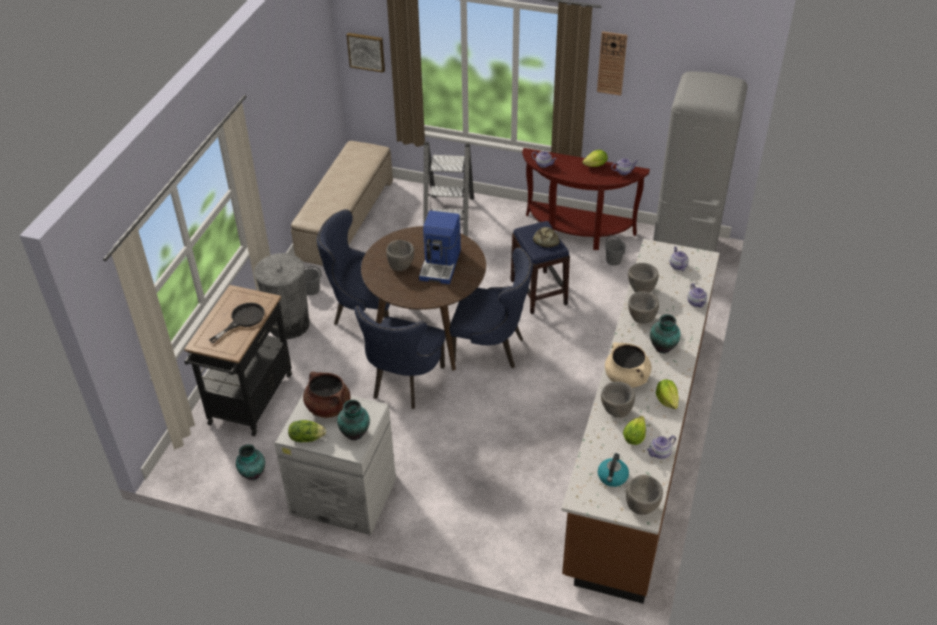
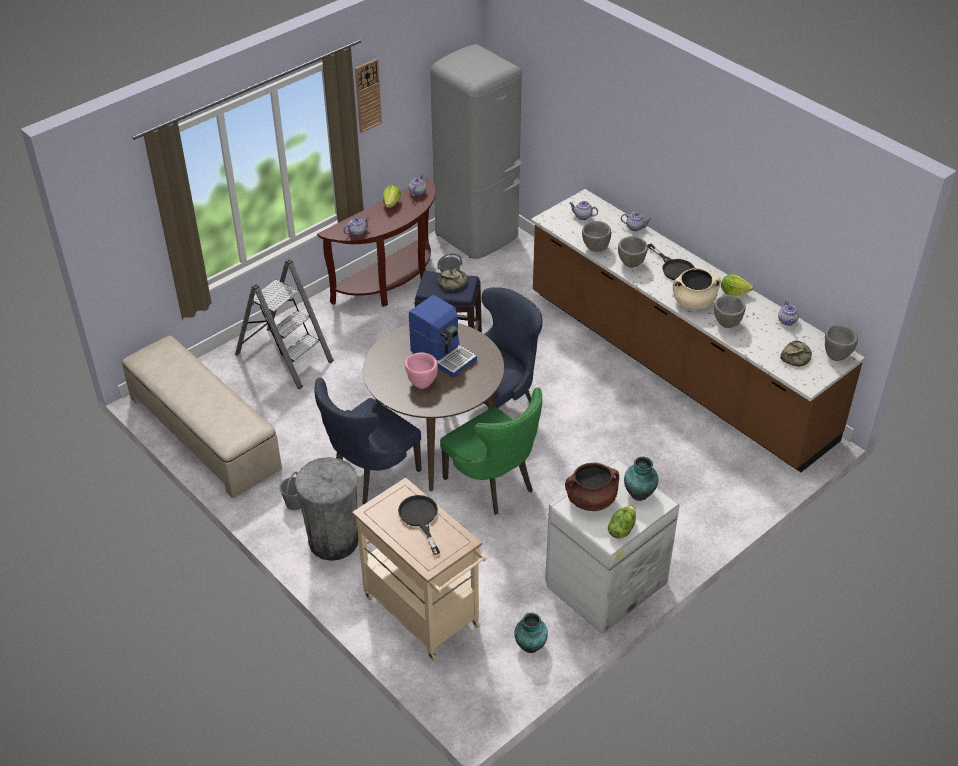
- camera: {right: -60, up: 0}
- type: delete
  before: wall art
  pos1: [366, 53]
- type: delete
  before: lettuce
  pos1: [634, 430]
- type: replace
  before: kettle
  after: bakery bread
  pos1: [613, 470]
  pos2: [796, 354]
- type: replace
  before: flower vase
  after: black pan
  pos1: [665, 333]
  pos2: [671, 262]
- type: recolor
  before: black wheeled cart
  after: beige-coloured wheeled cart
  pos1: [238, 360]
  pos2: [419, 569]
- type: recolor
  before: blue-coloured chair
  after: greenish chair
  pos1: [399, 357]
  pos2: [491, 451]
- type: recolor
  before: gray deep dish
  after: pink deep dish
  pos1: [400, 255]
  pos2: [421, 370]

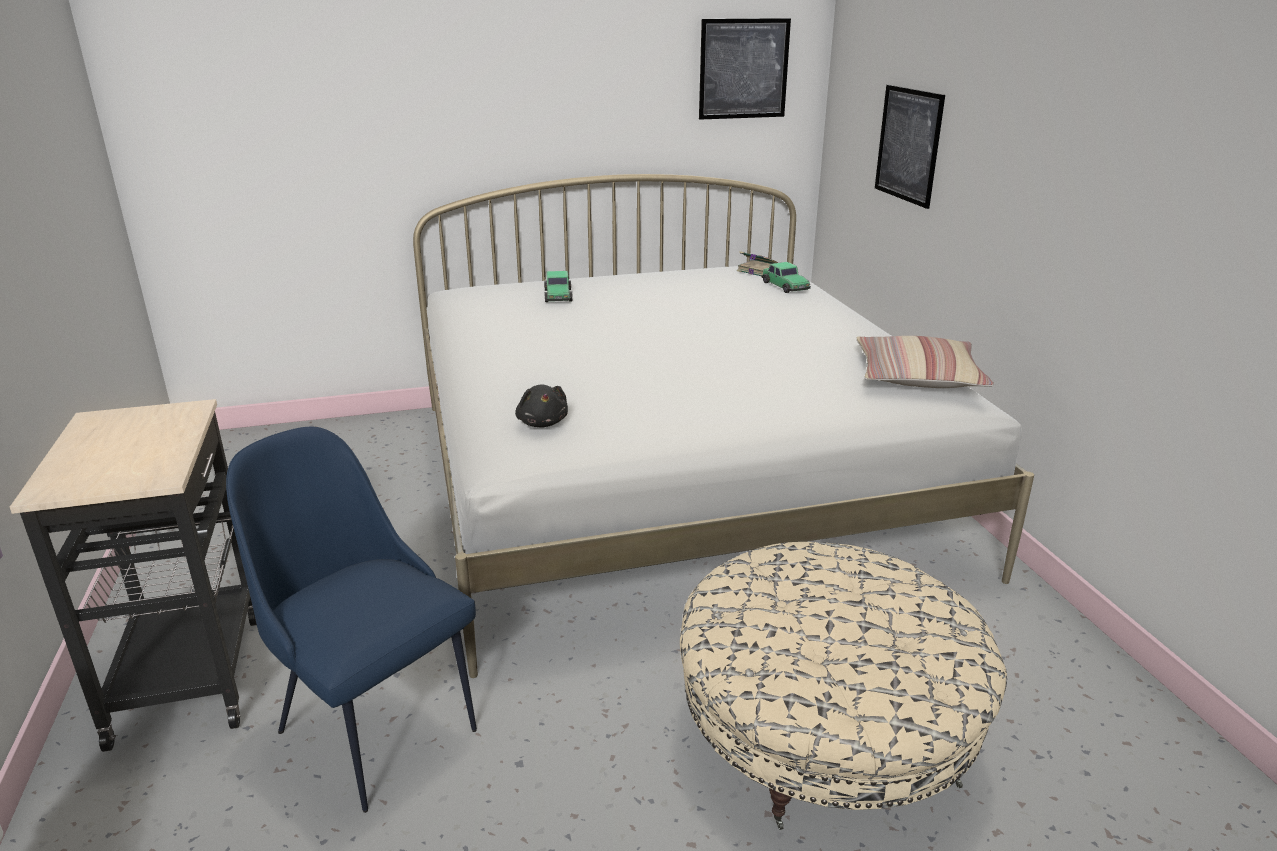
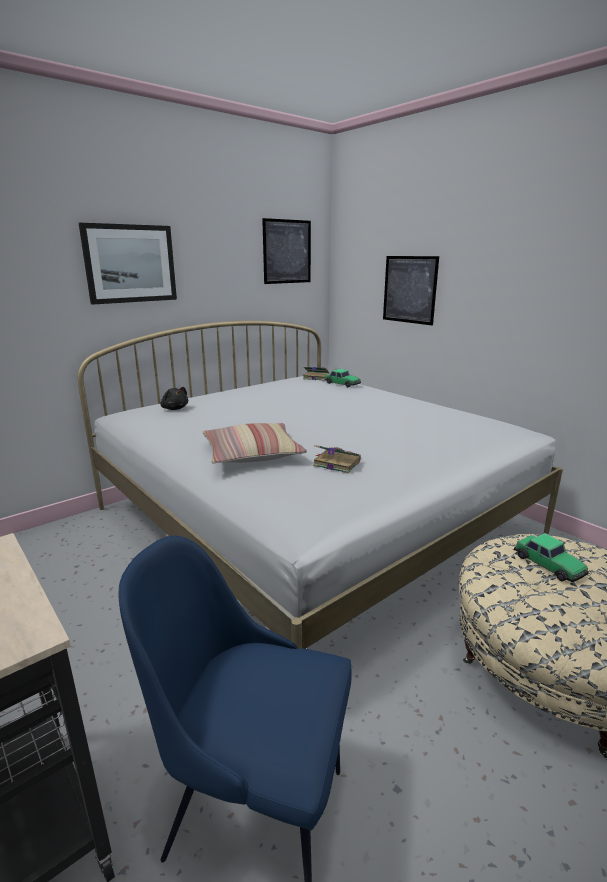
- camera: {right: -25, up: -5}
- type: insert
  after: wall art
  pos2: [128, 264]
- type: insert
  after: volume
  pos2: [337, 459]
- type: move
  before: black cuddly toy
  pos1: [541, 406]
  pos2: [174, 398]
- type: move
  before: toy car
  pos1: [558, 286]
  pos2: [551, 557]
- type: move
  before: cushion
  pos1: [925, 362]
  pos2: [255, 443]

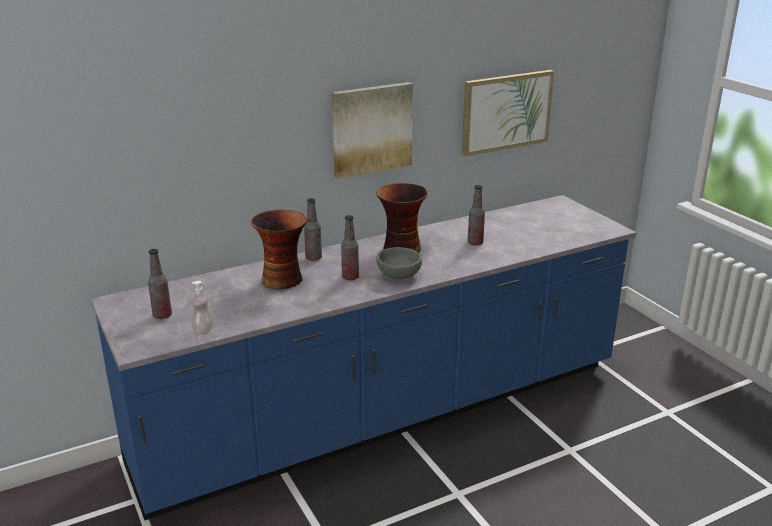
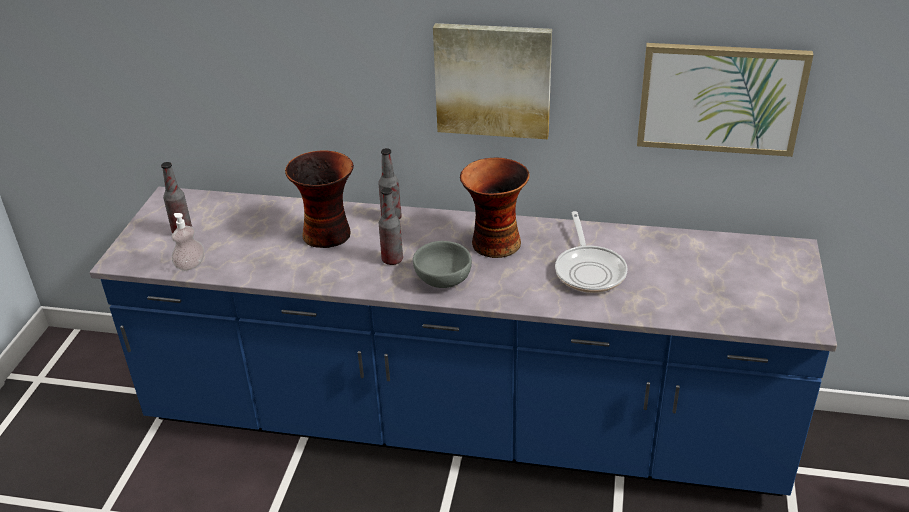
- camera: {right: 40, up: 10}
- type: replace
  before: beverage bottle
  after: pan
  pos1: [476, 215]
  pos2: [591, 252]

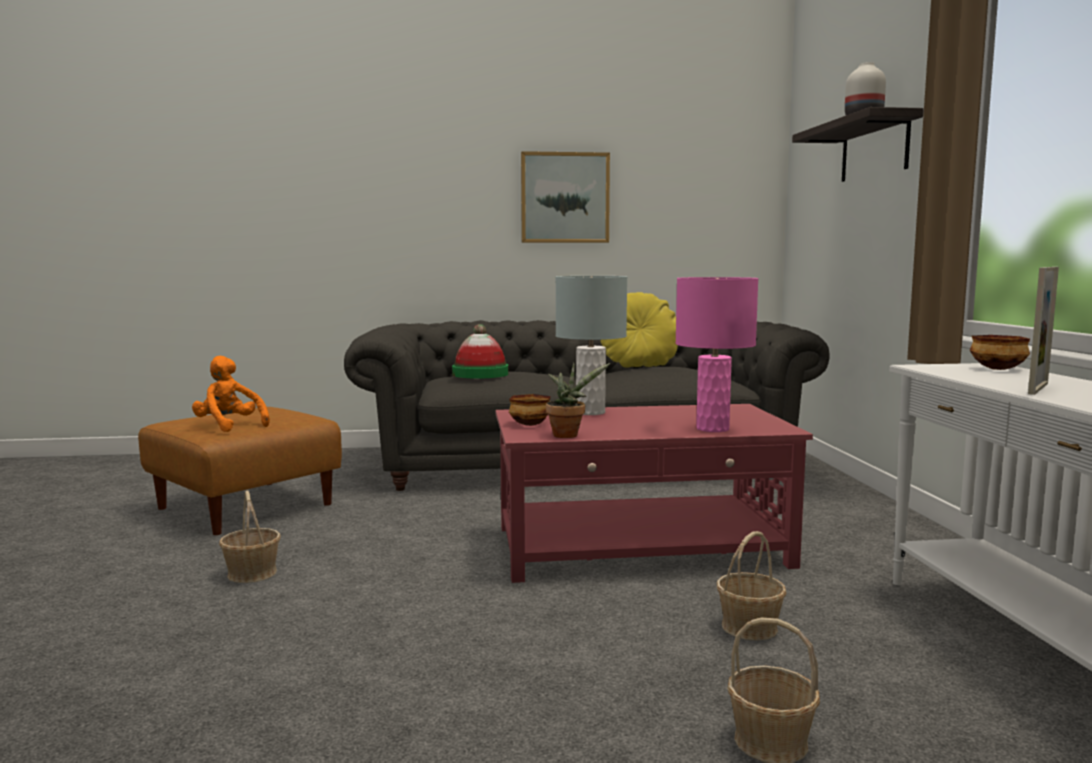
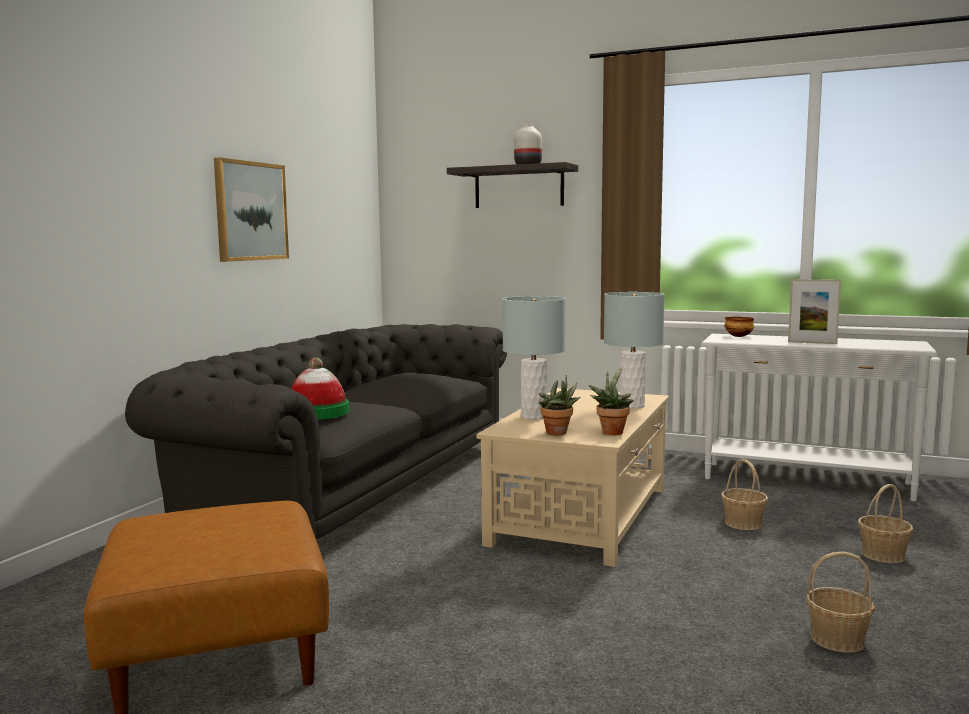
- camera: {right: -60, up: 0}
- type: delete
  before: orange-coloured cuddly toy
  pos1: [231, 394]
- type: delete
  before: yellow-coloured cushion
  pos1: [639, 330]
- type: move
  before: household basket
  pos1: [250, 537]
  pos2: [840, 602]
- type: replace
  before: deep dish
  after: houseplant
  pos1: [530, 410]
  pos2: [560, 405]
- type: recolor
  before: reddish low table
  after: beige-coloured low table
  pos1: [654, 493]
  pos2: [572, 477]
- type: recolor
  before: pink tabletop lamp
  after: gray tabletop lamp
  pos1: [716, 354]
  pos2: [634, 350]
- type: rotate
  before: standing frame
  pos1: [1043, 331]
  pos2: [814, 311]
  turn: 135

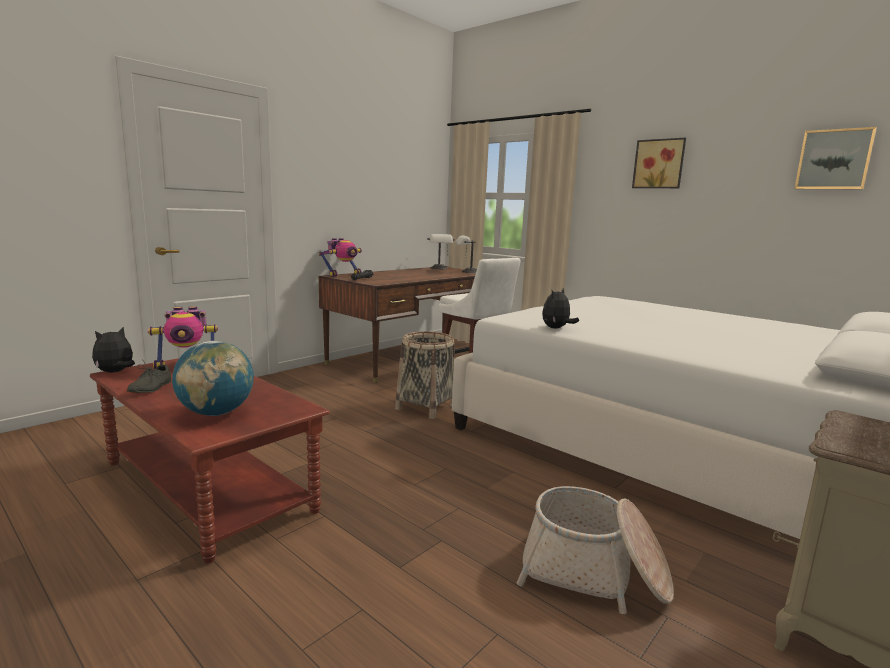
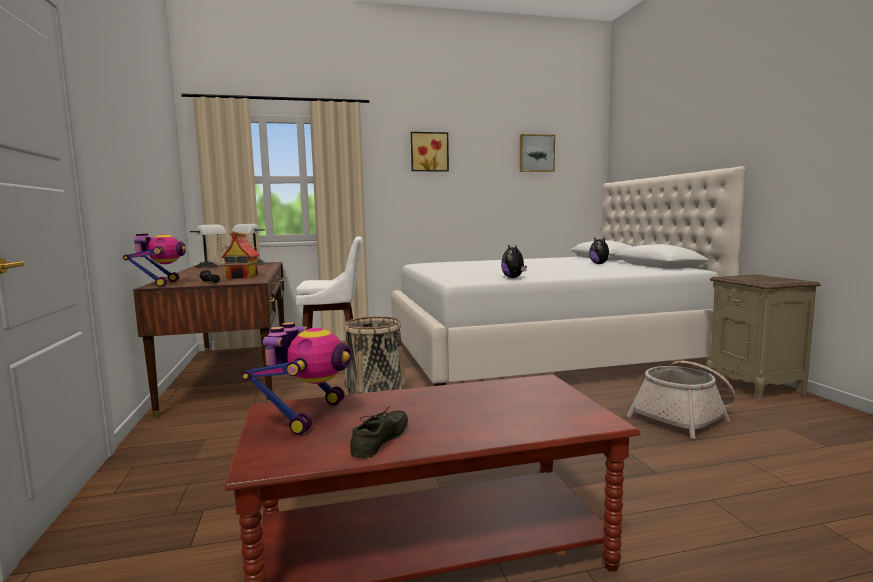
- camera: {right: -55, up: -5}
- type: delete
  before: desk globe
  pos1: [213, 378]
- type: insert
  after: toy house
  pos2: [240, 255]
- type: move
  before: cuddly toy
  pos1: [113, 350]
  pos2: [601, 250]
- type: rotate
  before: gray shoe
  pos1: [149, 376]
  pos2: [379, 432]
  turn: -105

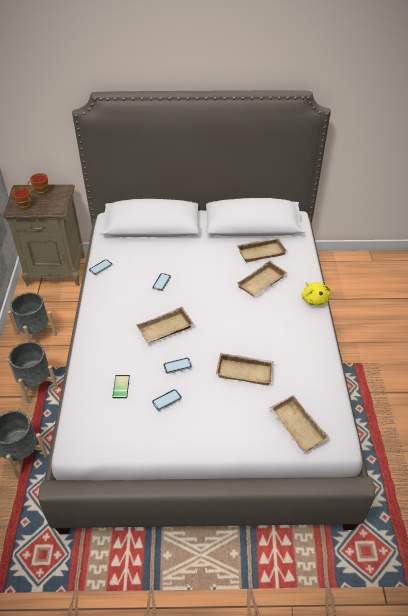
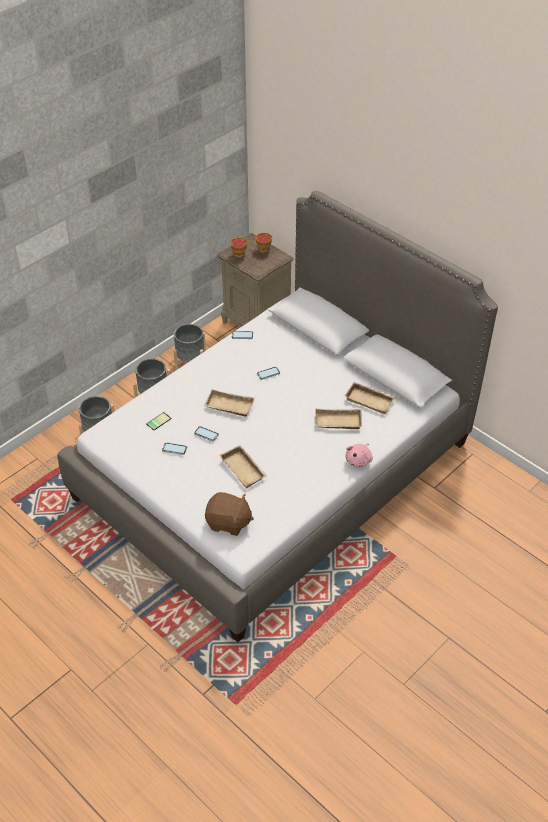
- camera: {right: 45, up: 0}
- type: replace
  before: beige-coloured carrying tray
  after: brownish cuddly toy
  pos1: [299, 423]
  pos2: [229, 514]
- type: recolor
  before: yellow-coloured cuddly toy
  after: pink cuddly toy
  pos1: [316, 293]
  pos2: [359, 455]

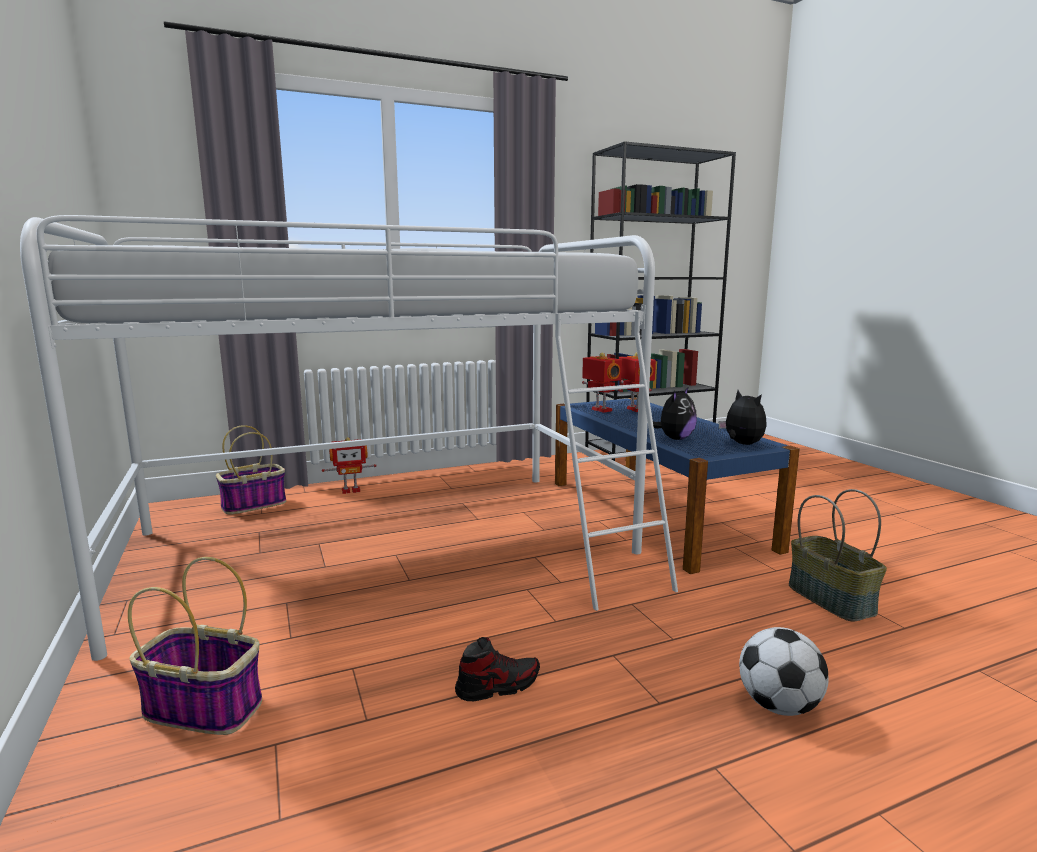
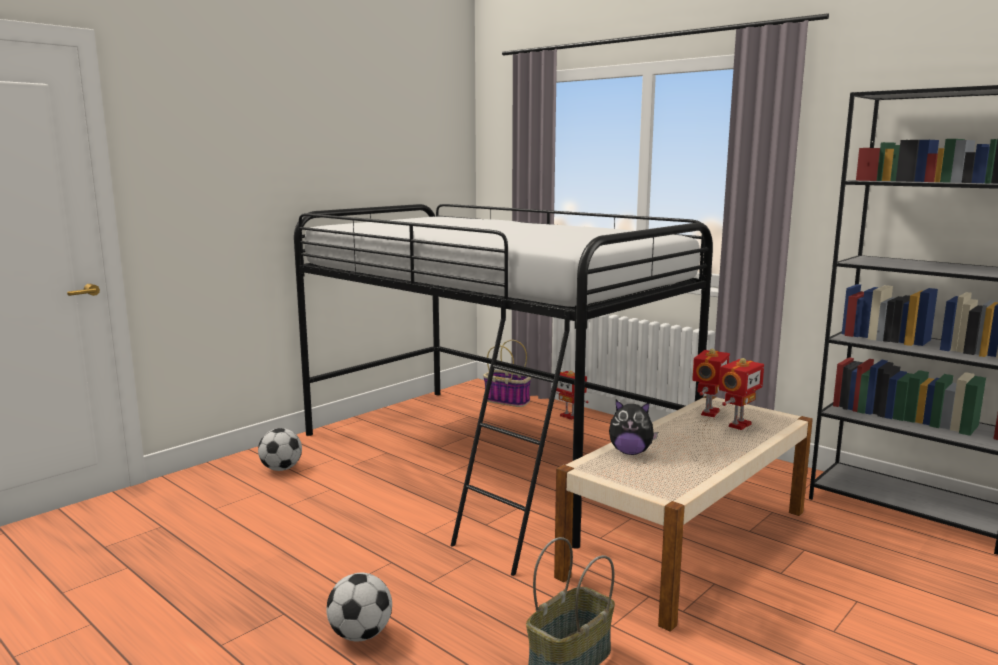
- camera: {right: 65, up: 0}
- type: delete
  before: shoe
  pos1: [497, 669]
- type: delete
  before: cuddly toy
  pos1: [743, 417]
- type: replace
  before: household basket
  after: ball for football
  pos1: [195, 646]
  pos2: [280, 449]
- type: recolor
  before: white bedroom bed
  after: black bedroom bed
  pos1: [349, 438]
  pos2: [503, 390]
- type: recolor
  before: blue-coloured bench
  after: beige-coloured bench
  pos1: [677, 486]
  pos2: [683, 514]

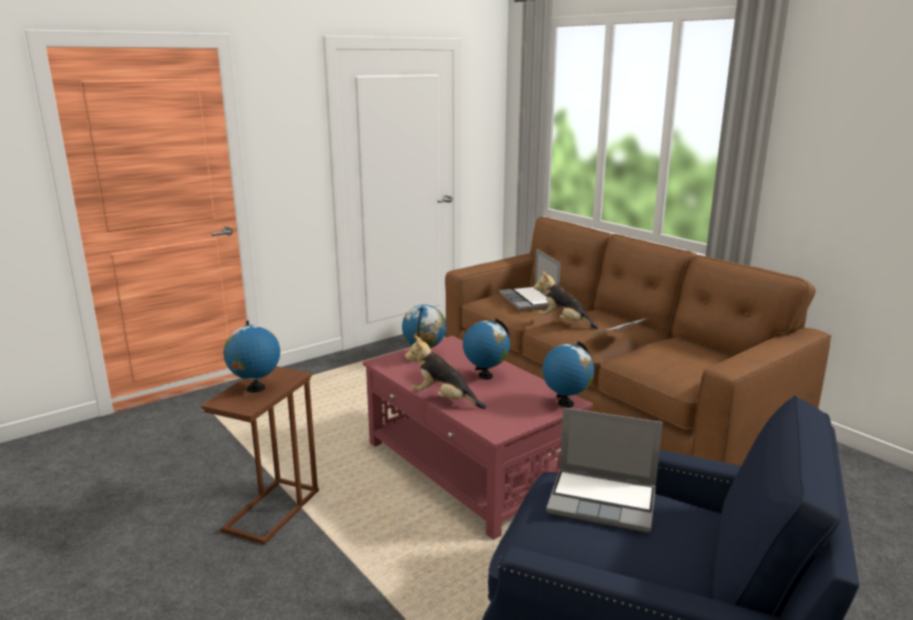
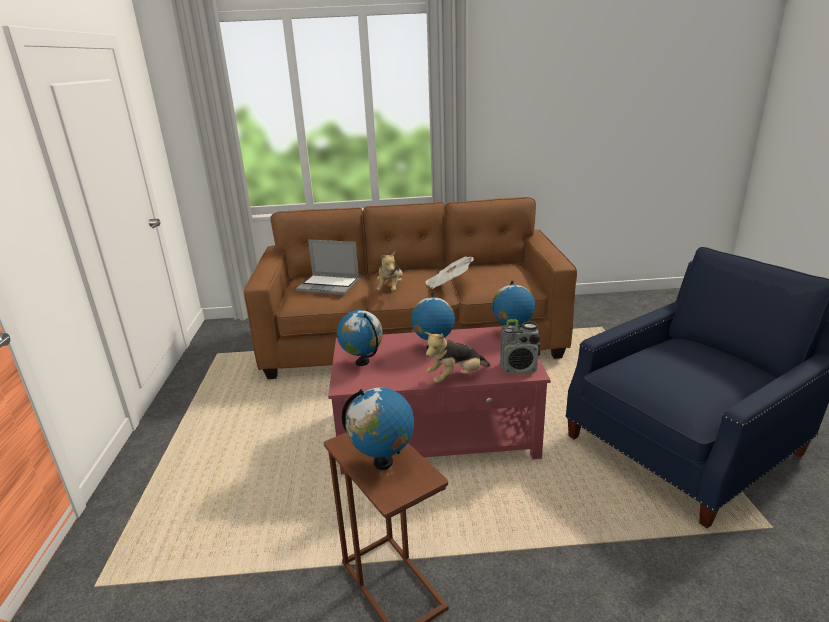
- camera: {right: -55, up: 5}
- type: delete
  before: notebook computer
  pos1: [604, 469]
- type: insert
  after: radio
  pos2: [520, 346]
- type: rotate
  before: cuddly toy
  pos1: [566, 300]
  pos2: [390, 271]
  turn: -60

